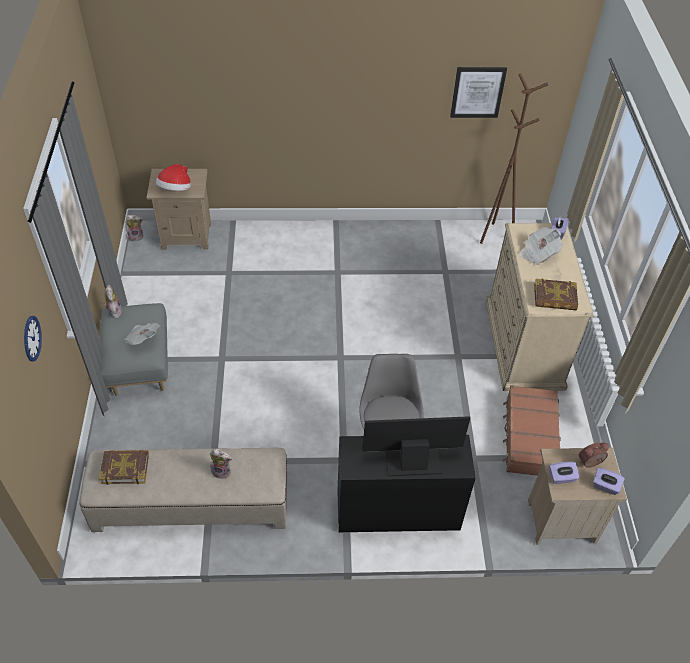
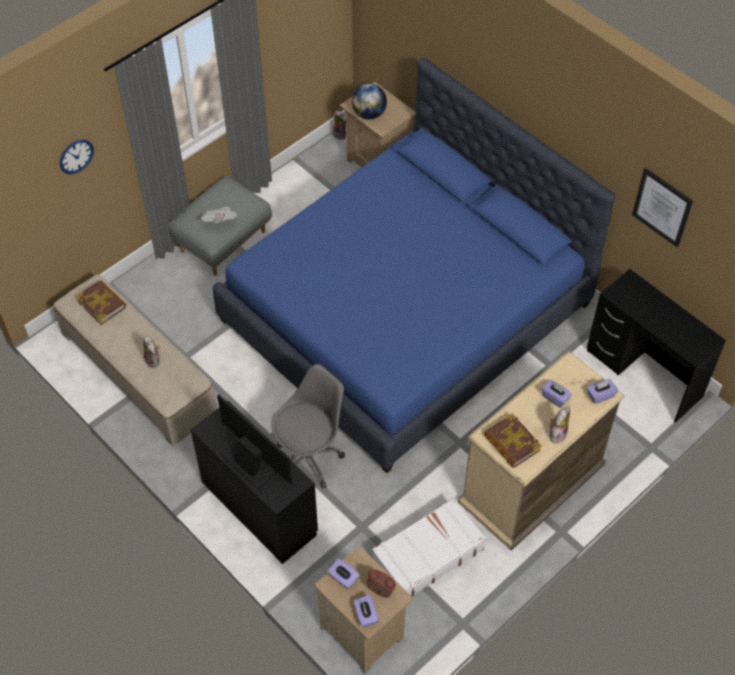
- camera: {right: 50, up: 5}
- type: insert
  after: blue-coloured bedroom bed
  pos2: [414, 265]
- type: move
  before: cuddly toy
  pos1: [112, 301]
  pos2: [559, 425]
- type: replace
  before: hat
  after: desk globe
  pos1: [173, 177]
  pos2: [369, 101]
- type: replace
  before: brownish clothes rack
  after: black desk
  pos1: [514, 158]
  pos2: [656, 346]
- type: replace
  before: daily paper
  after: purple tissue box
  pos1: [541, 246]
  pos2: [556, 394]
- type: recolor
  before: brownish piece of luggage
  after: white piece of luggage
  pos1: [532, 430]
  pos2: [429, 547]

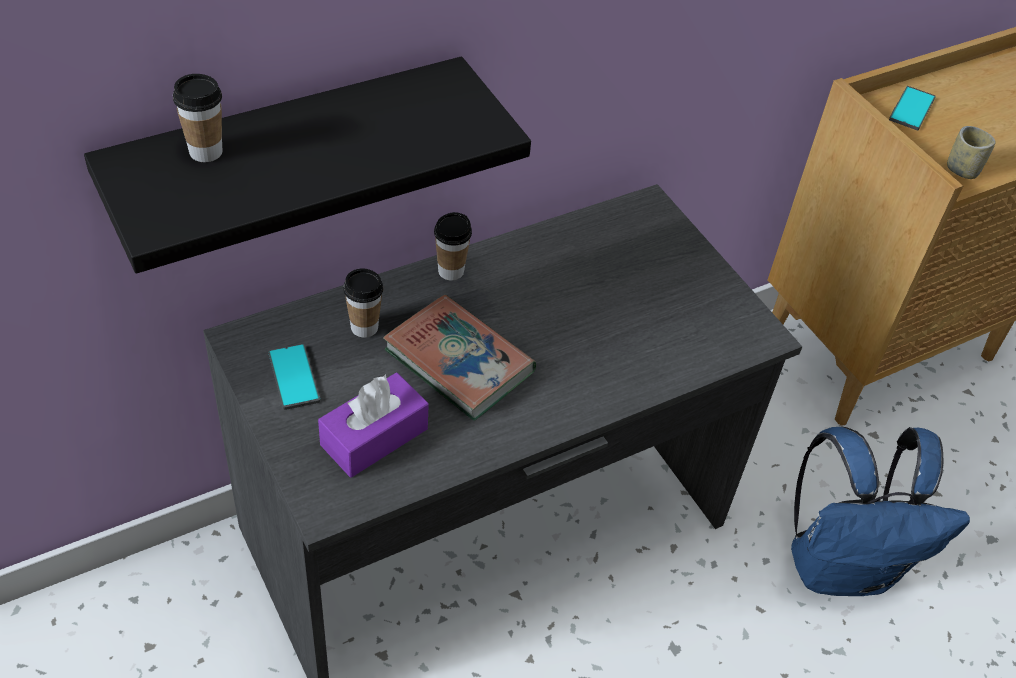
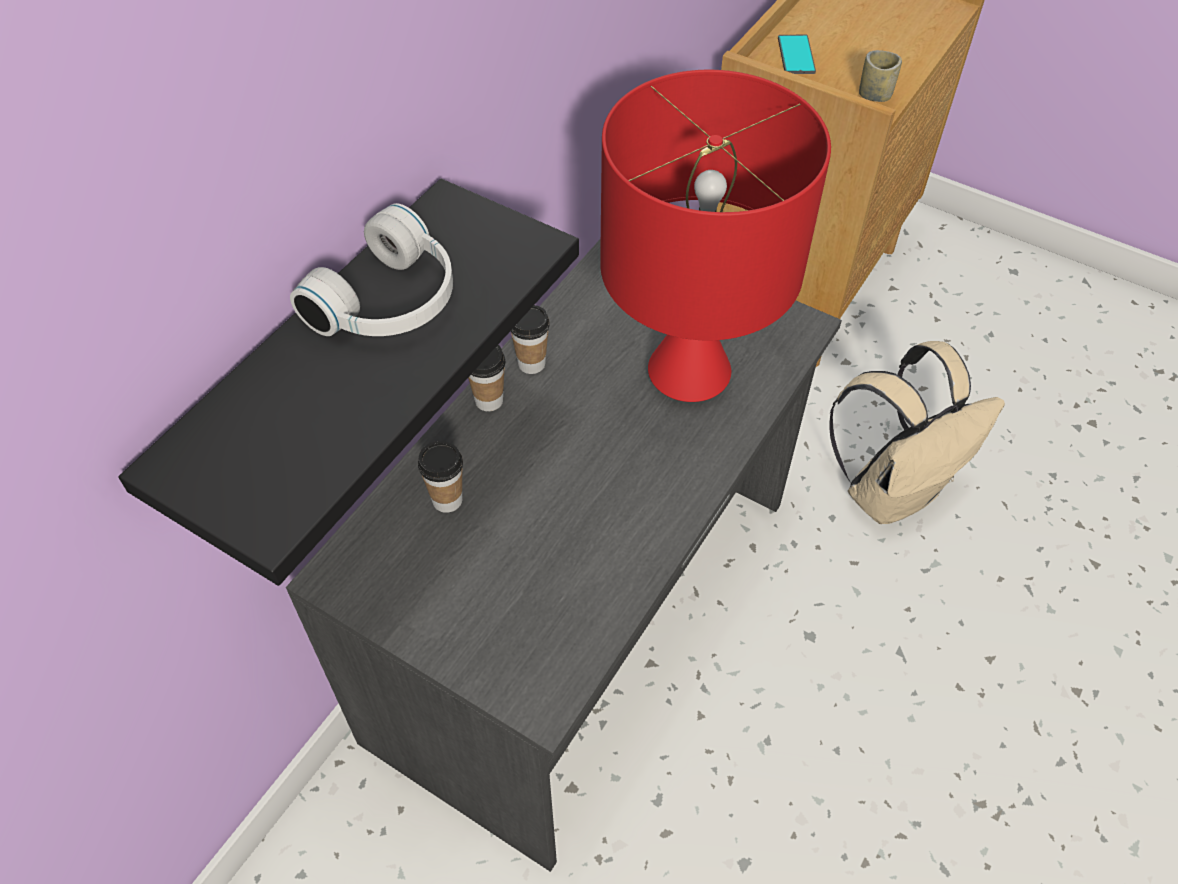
- camera: {right: -25, up: 5}
- type: delete
  before: telephone
  pos1: [294, 377]
- type: delete
  before: purple tissue box
  pos1: [373, 425]
- type: delete
  before: volume
  pos1: [459, 358]
- type: insert
  after: white headphones
  pos2: [371, 269]
- type: insert
  after: reddish tabletop lamp
  pos2: [715, 236]
- type: move
  before: small cup
  pos1: [197, 118]
  pos2: [530, 339]
- type: recolor
  before: blue-coloured rucksack
  after: beige-coloured rucksack
  pos1: [880, 511]
  pos2: [917, 432]

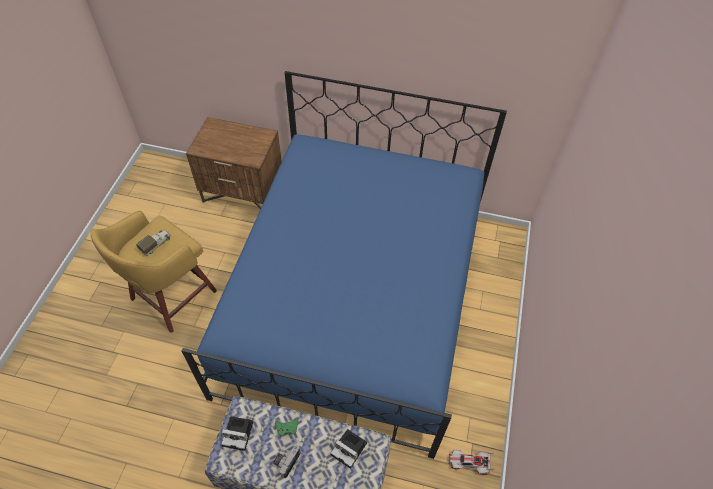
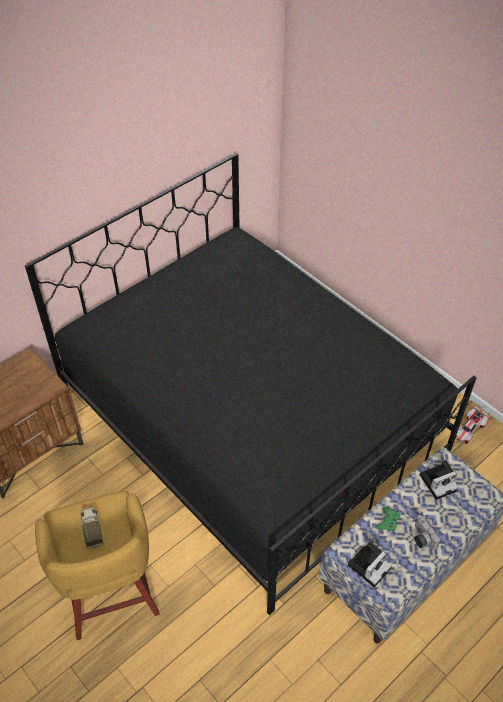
- camera: {right: -55, up: -5}
- type: recolor
  before: blue-coloured bedroom bed
  after: black bedroom bed
  pos1: [344, 265]
  pos2: [251, 384]

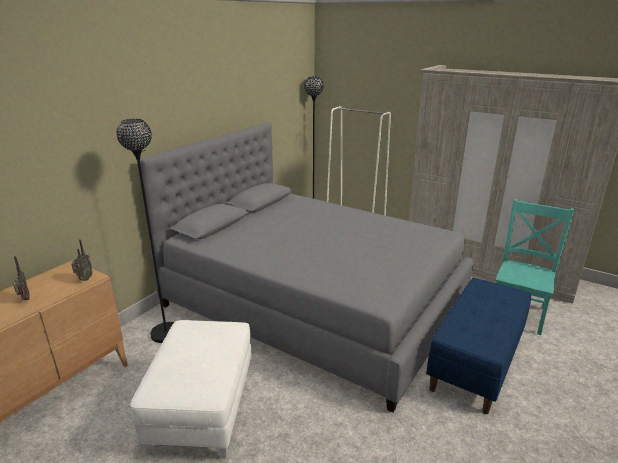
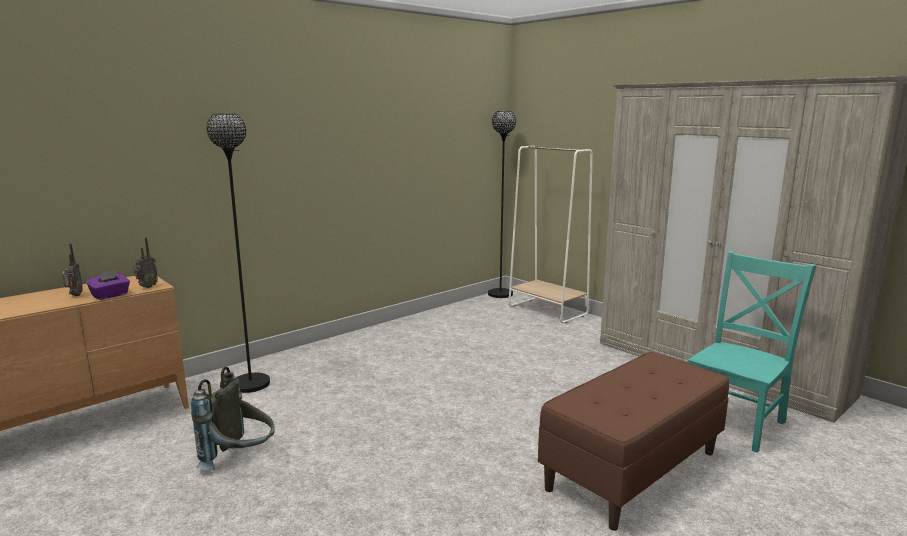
- camera: {right: 15, up: -10}
- type: delete
  before: gray bedroom bed
  pos1: [306, 268]
- type: insert
  after: purple tissue box
  pos2: [108, 285]
- type: replace
  before: white ottoman
  after: gray rucksack
  pos1: [190, 389]
  pos2: [233, 418]
- type: recolor
  before: blue-coloured bench
  after: brownish bench
  pos1: [478, 346]
  pos2: [633, 441]

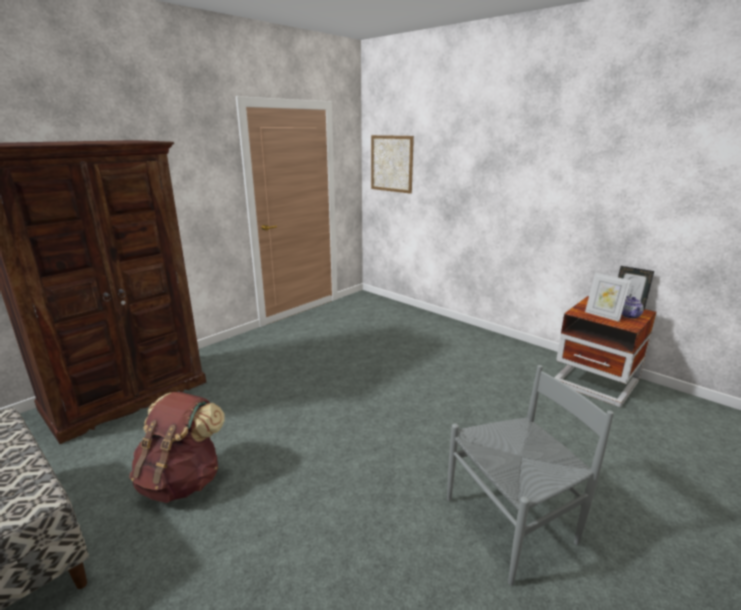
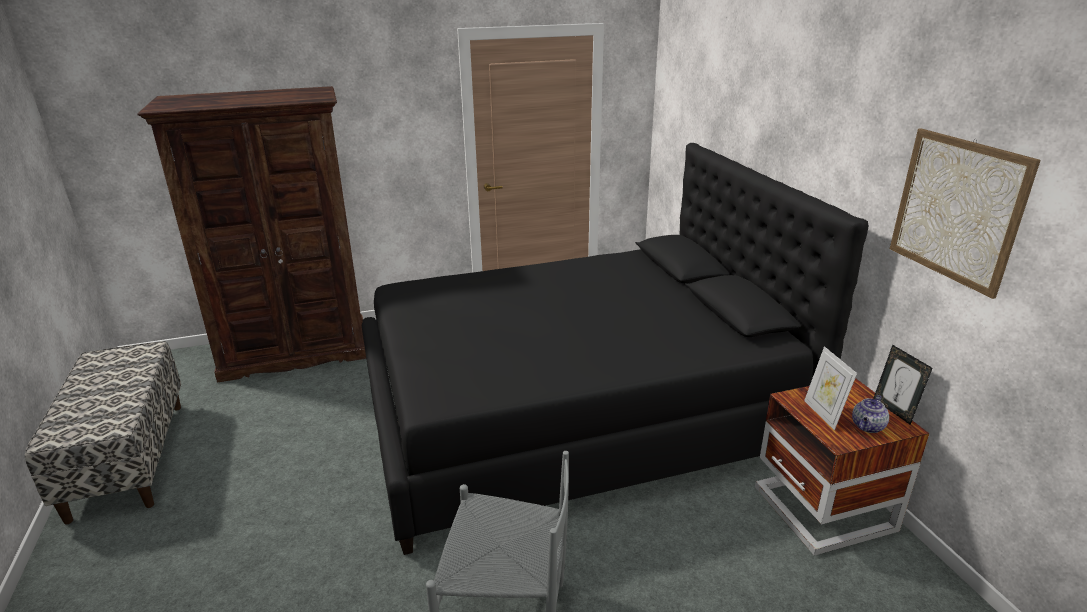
- camera: {right: 30, up: 5}
- type: delete
  before: brownish rucksack
  pos1: [177, 447]
- type: insert
  after: black bedroom bed
  pos2: [615, 349]
- type: move
  before: wall art
  pos1: [392, 164]
  pos2: [965, 213]

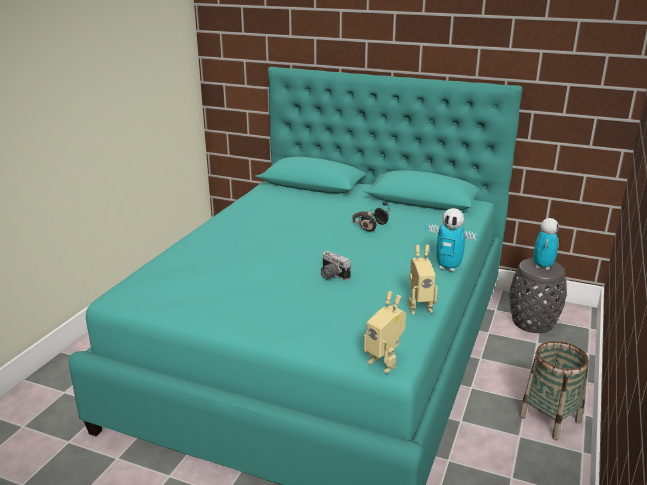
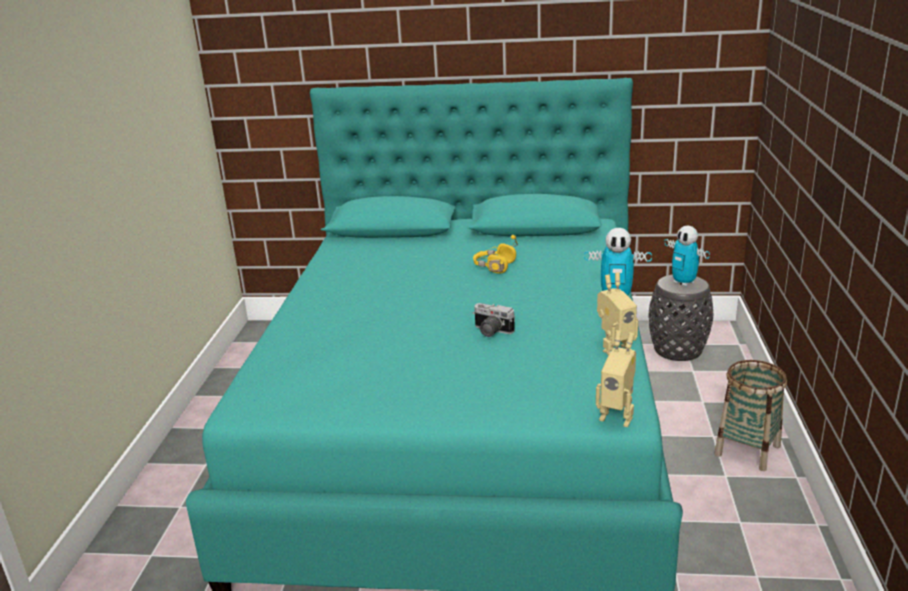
- camera: {right: -15, up: 0}
- type: recolor
  before: black headphones
  after: yellow-coloured headphones
  pos1: [371, 217]
  pos2: [495, 254]
- type: rotate
  before: robot figure
  pos1: [546, 244]
  pos2: [687, 256]
  turn: 135

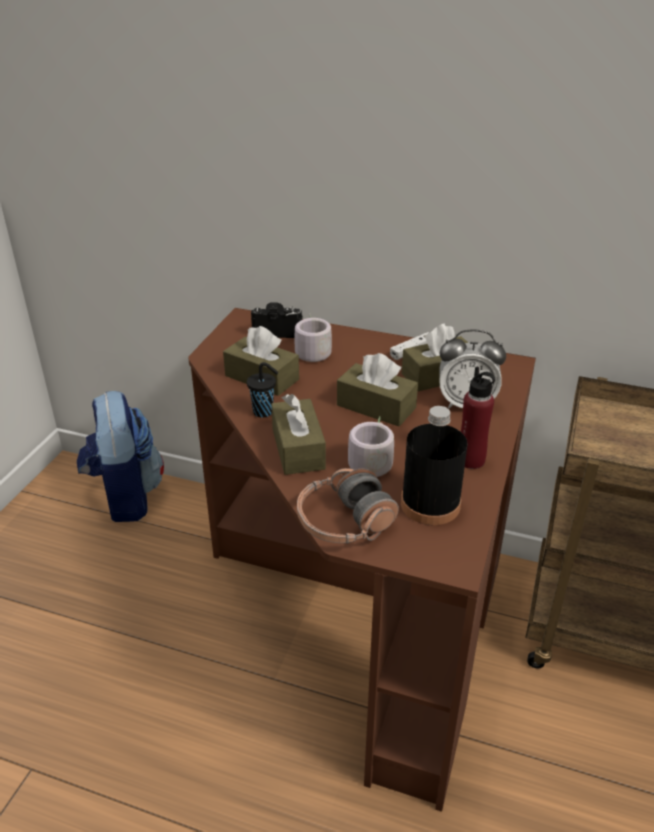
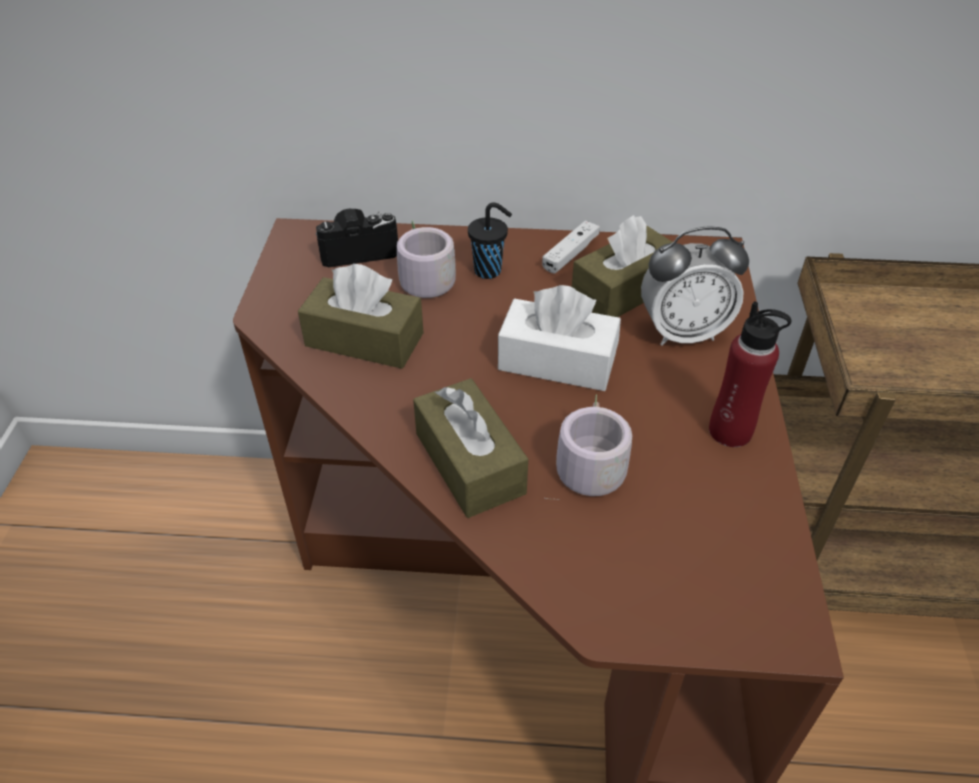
- camera: {right: -15, up: 10}
- type: delete
  before: rucksack
  pos1: [120, 456]
- type: delete
  before: headphones
  pos1: [348, 506]
- type: delete
  before: black beverage bottle
  pos1: [434, 465]
- type: move
  before: black small cup
  pos1: [262, 390]
  pos2: [490, 241]
- type: recolor
  before: brownish tissue box
  after: white tissue box
  pos1: [377, 390]
  pos2: [559, 338]

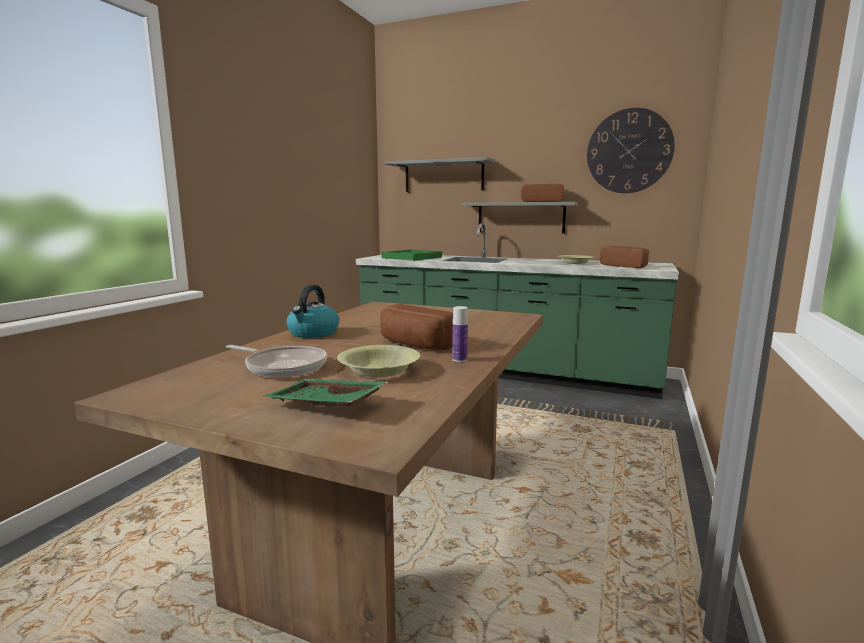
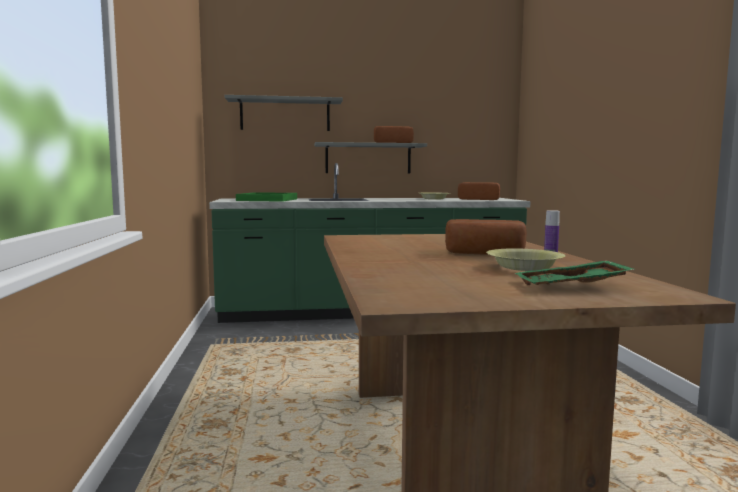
- camera: {right: -30, up: -5}
- type: delete
  before: pan
  pos1: [276, 361]
- type: delete
  before: kettle
  pos1: [313, 311]
- type: delete
  before: clock on the wall
  pos1: [631, 150]

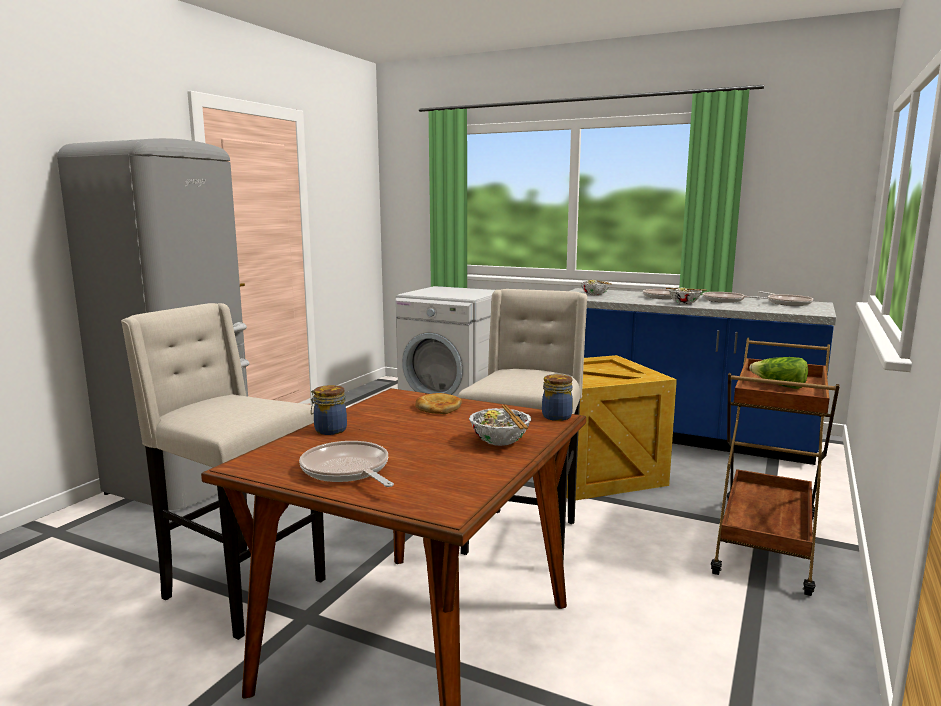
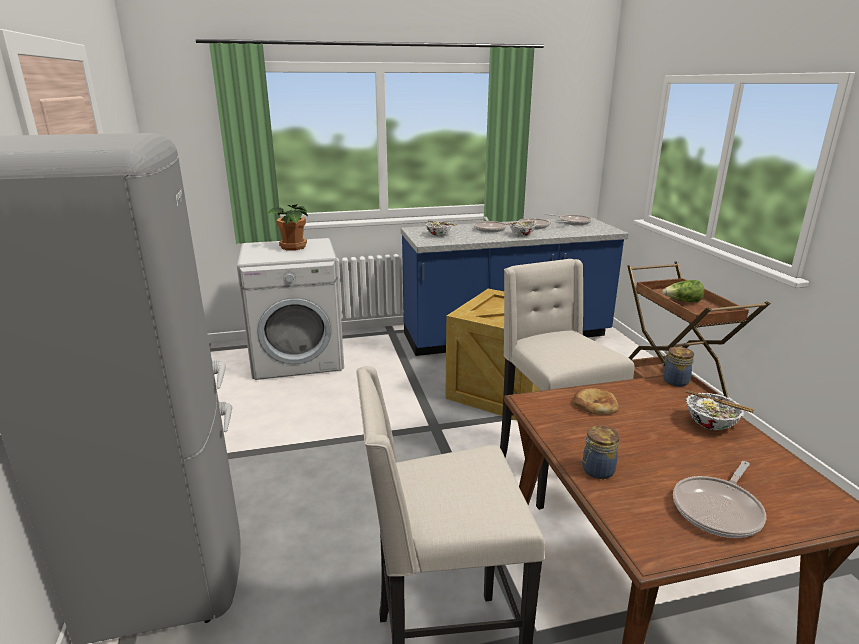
- camera: {right: -40, up: 10}
- type: insert
  after: houseplant
  pos2: [287, 227]
- type: rotate
  before: pan
  pos1: [346, 464]
  pos2: [719, 499]
  turn: -60

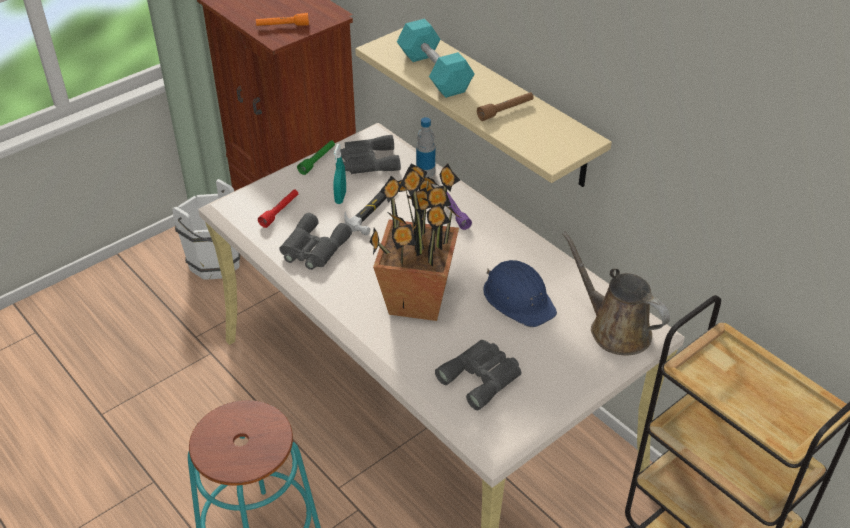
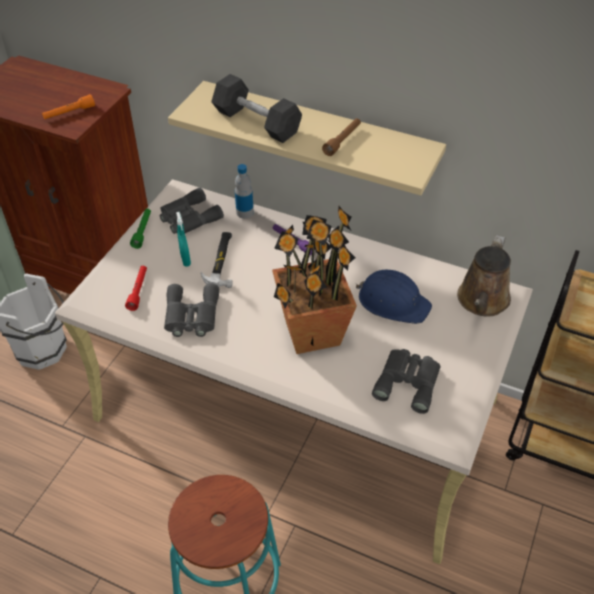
- camera: {right: -25, up: 5}
- type: recolor
  before: turquoise free weight
  after: black free weight
  pos1: [436, 58]
  pos2: [256, 108]
- type: rotate
  before: brownish watering pot
  pos1: [616, 293]
  pos2: [484, 276]
  turn: -90

